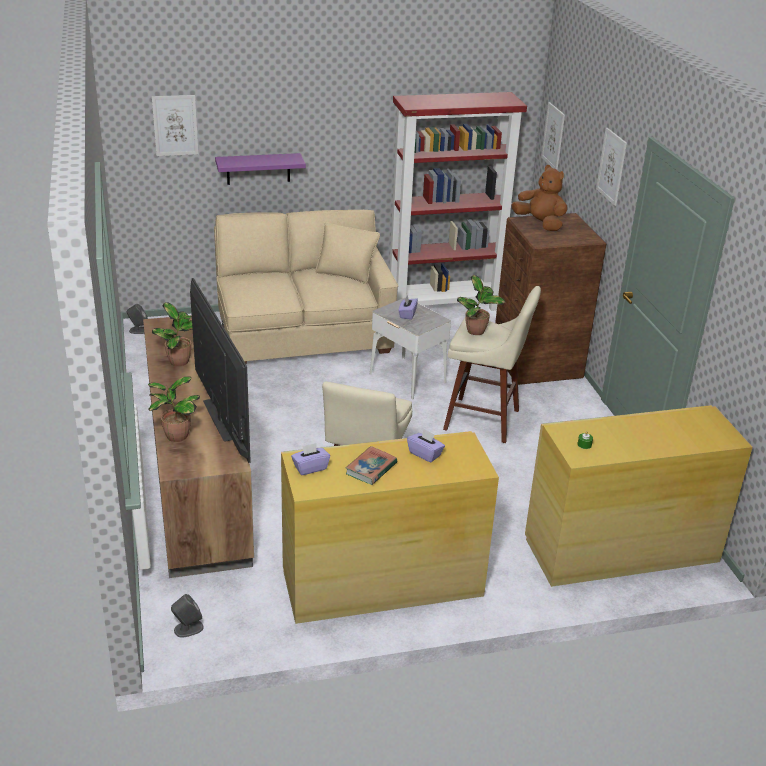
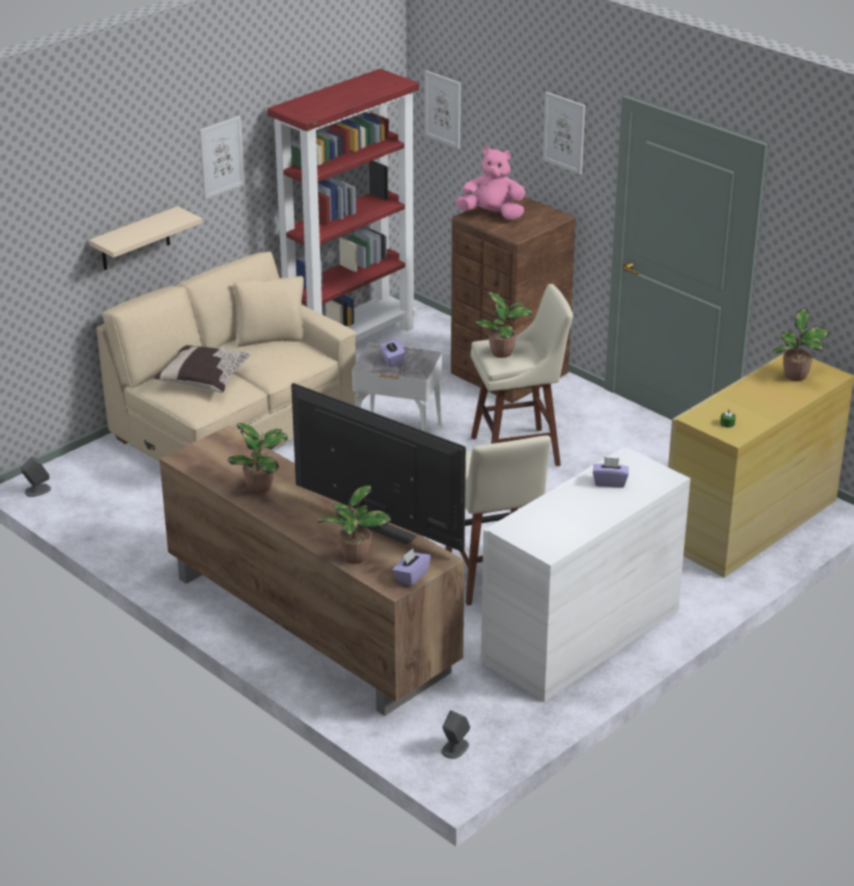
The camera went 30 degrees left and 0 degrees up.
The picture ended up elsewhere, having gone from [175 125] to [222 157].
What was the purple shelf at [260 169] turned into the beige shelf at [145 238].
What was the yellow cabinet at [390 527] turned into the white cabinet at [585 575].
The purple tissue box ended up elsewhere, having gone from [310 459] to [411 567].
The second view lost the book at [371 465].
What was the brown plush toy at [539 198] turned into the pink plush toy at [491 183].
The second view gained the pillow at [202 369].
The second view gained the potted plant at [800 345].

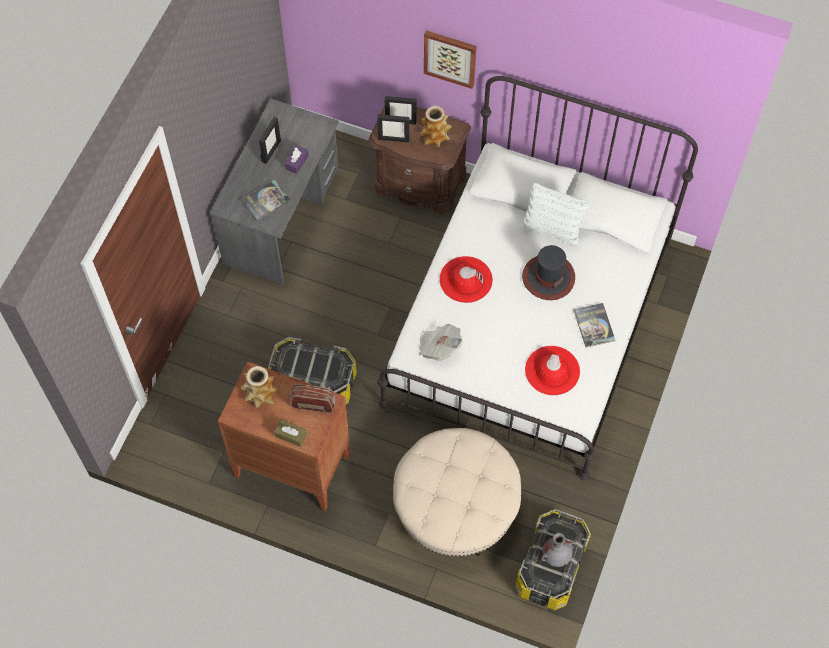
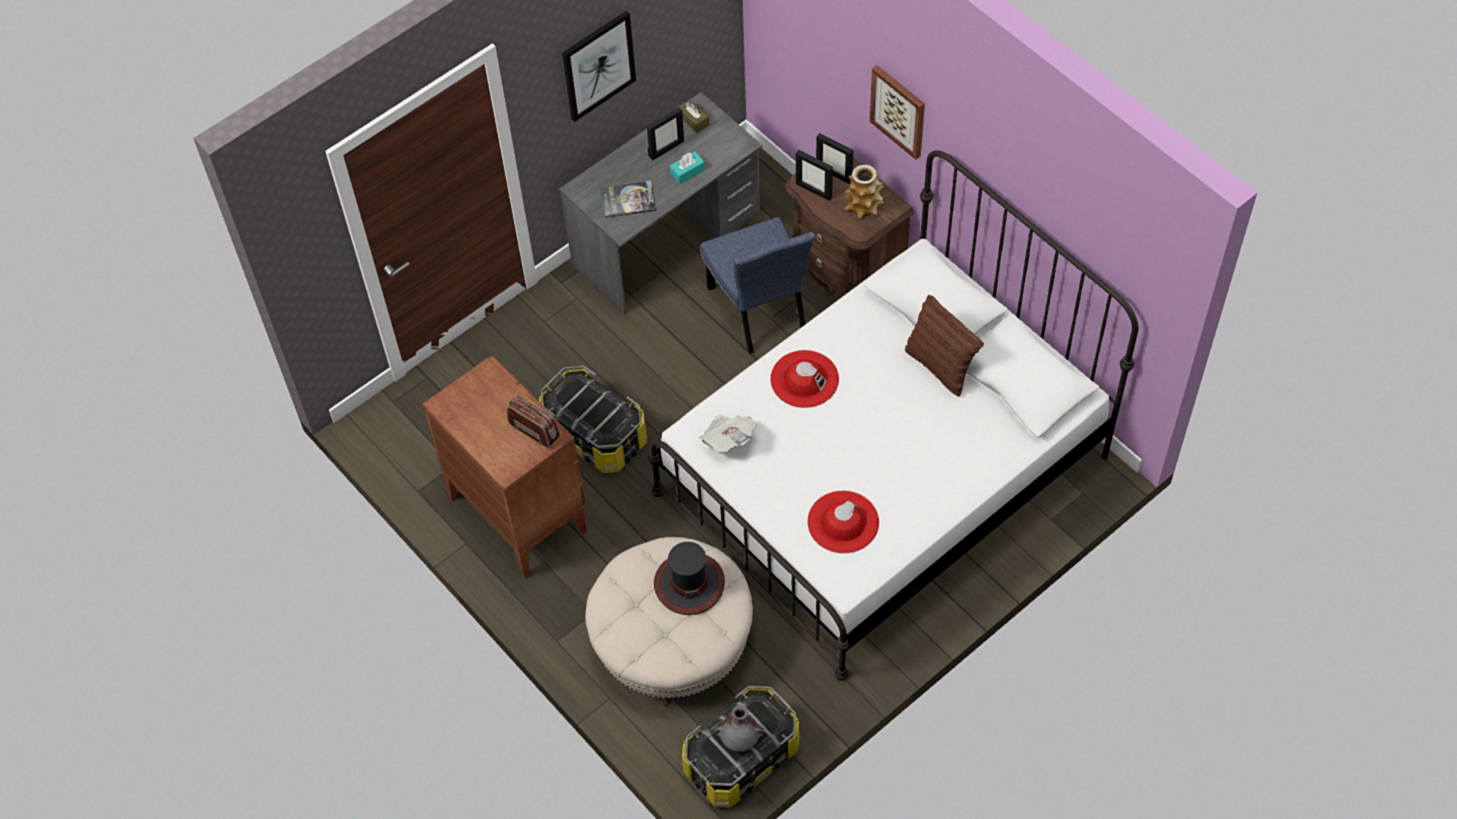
The camera went 30 degrees right and 5 degrees down.
The second view lost the vase at [260 387].
The brown tissue box ended up elsewhere, having gone from [290 433] to [693 116].
What was the purple tissue box at [297 159] turned into the turquoise tissue box at [687 168].
The hat ended up elsewhere, having gone from [548 272] to [689 578].
What was the white pillow at [557 214] turned into the brown pillow at [944 345].
The second view lost the book at [594 325].
The second view gained the picture at [599 66].
The second view gained the blue chair at [758 285].

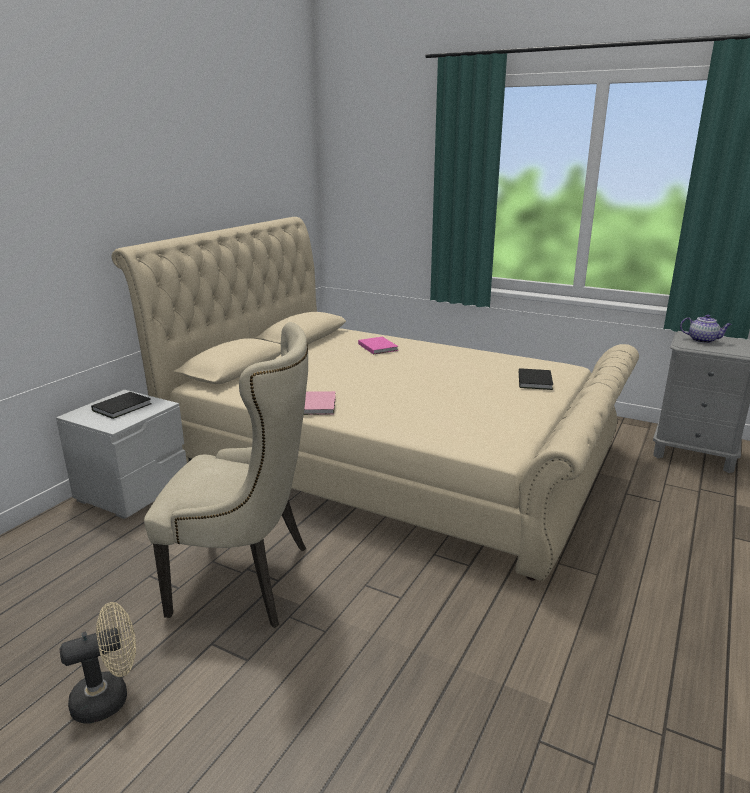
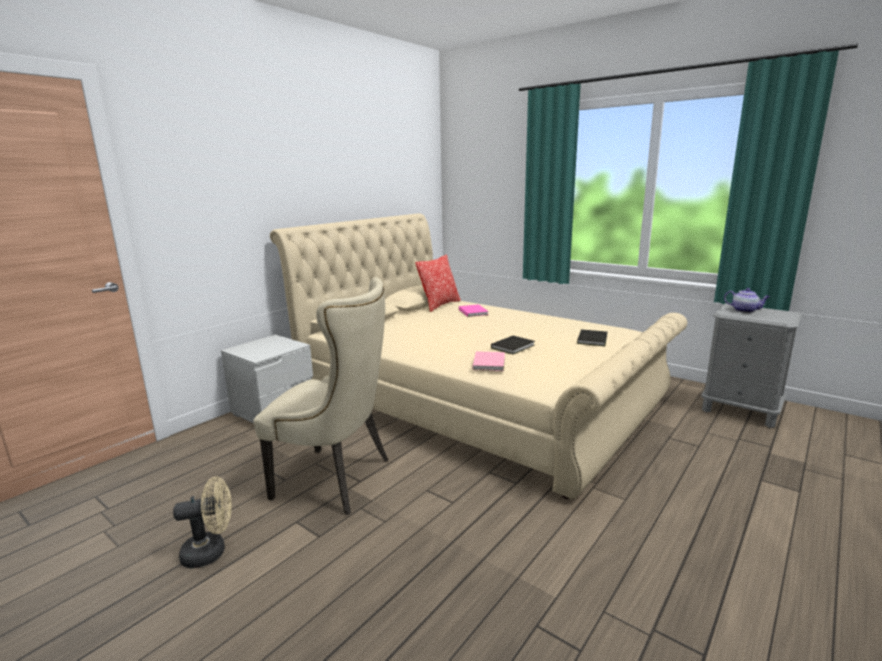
The camera went 10 degrees right and 5 degrees down.
The black book ended up elsewhere, having gone from [121 405] to [513 345].
The pink book ended up elsewhere, having gone from [320 403] to [489 361].
The second view gained the pillow at [438 283].

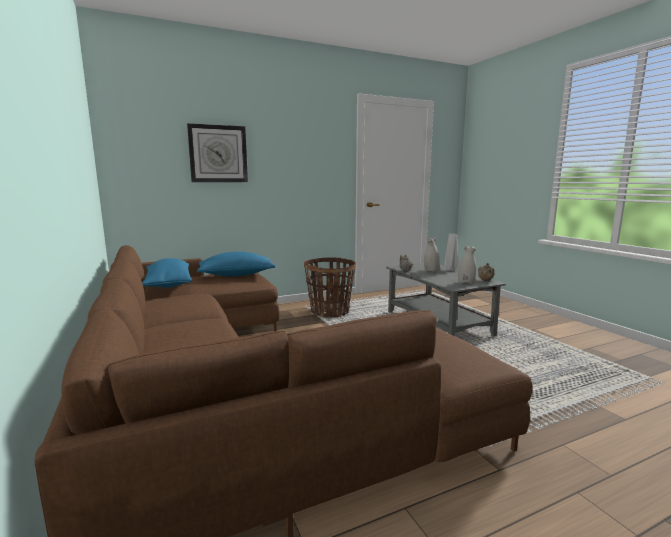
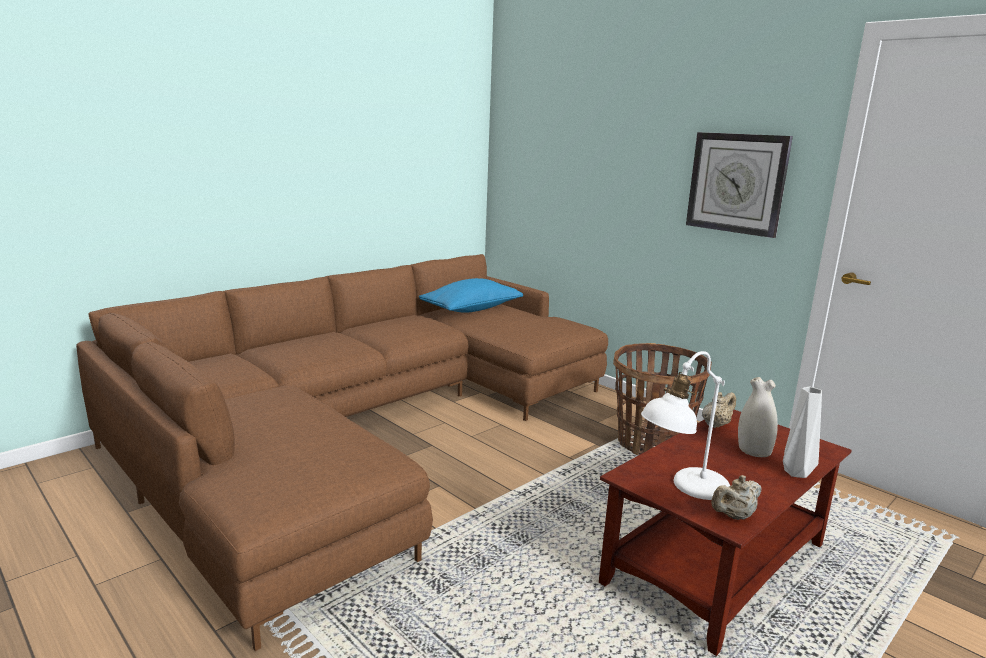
The camera went 70 degrees right and 5 degrees up.
The wall clock ended up elsewhere, having gone from [217 152] to [739 185].
The second view lost the blue pillow at [236 264].
What was the grey coffee table at [446 299] turned into the brown coffee table at [725 533].
Where the white vase stood at [467 265], the white table lamp came to stand at [685 425].

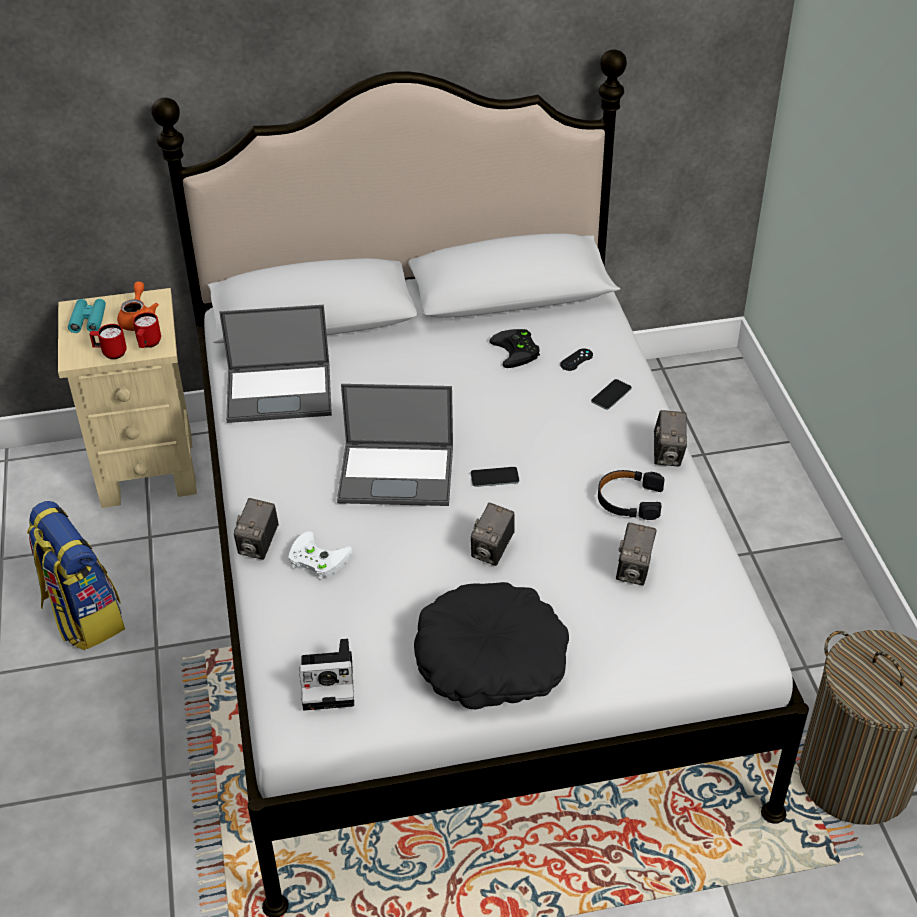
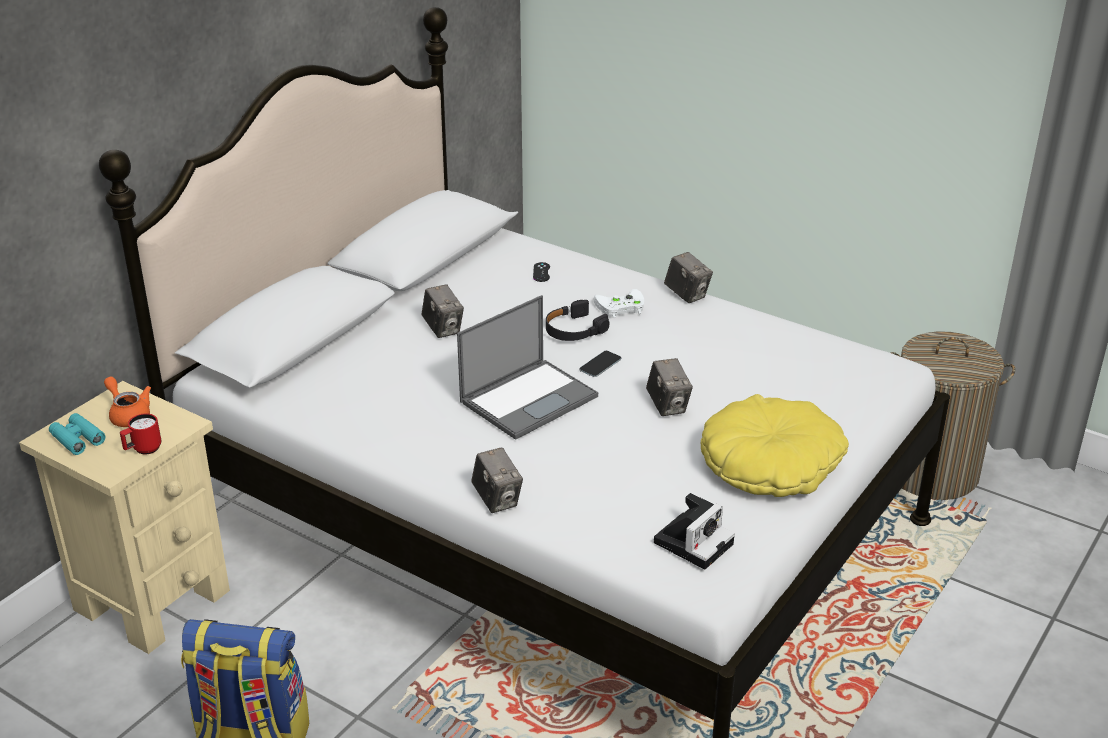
The camera went 45 degrees left and 10 degrees down.
The second view lost the red mug at [147 330].
The second view lost the laptop at [275 364].
The white game controller ended up elsewhere, having gone from [320 555] to [618 303].
What was the black pillow at [491 645] turned into the yellow pillow at [775 445].
The second view lost the black game controller at [514 348].
The second view lost the phone at [611 394].
The black headphones ended up elsewhere, having gone from [631 495] to [577 320].
The photo camera ended up elsewhere, having gone from [636 554] to [442 311].

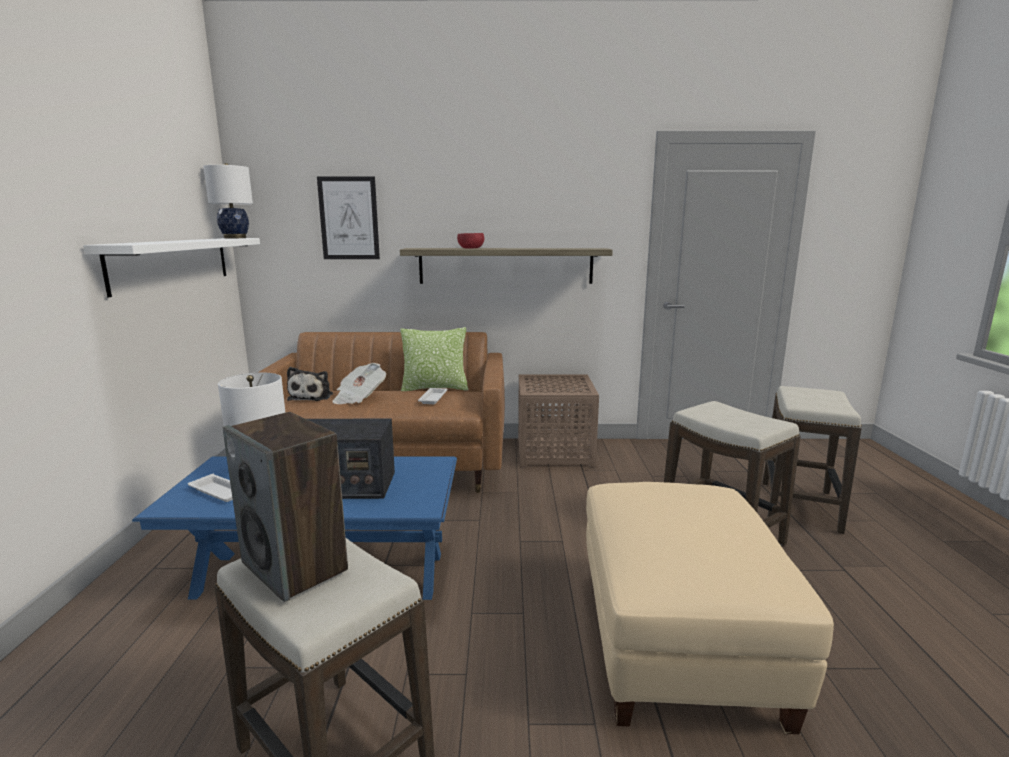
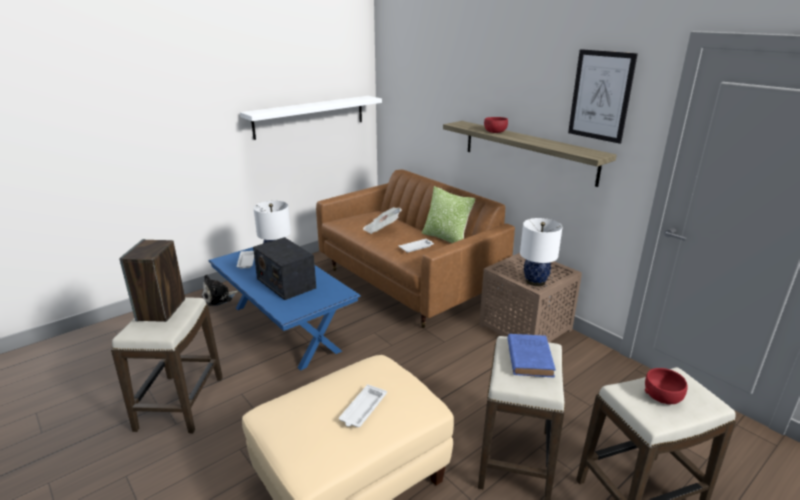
The camera went 50 degrees right and 10 degrees up.
The white table lamp ended up elsewhere, having gone from [228 200] to [541 252].
The plush toy ended up elsewhere, having gone from [310 384] to [220 290].
The picture ended up elsewhere, having gone from [348 217] to [603 96].
The second view gained the white tray at [363 405].
The second view gained the blue book at [532 355].
The second view gained the red bowl at [666 386].

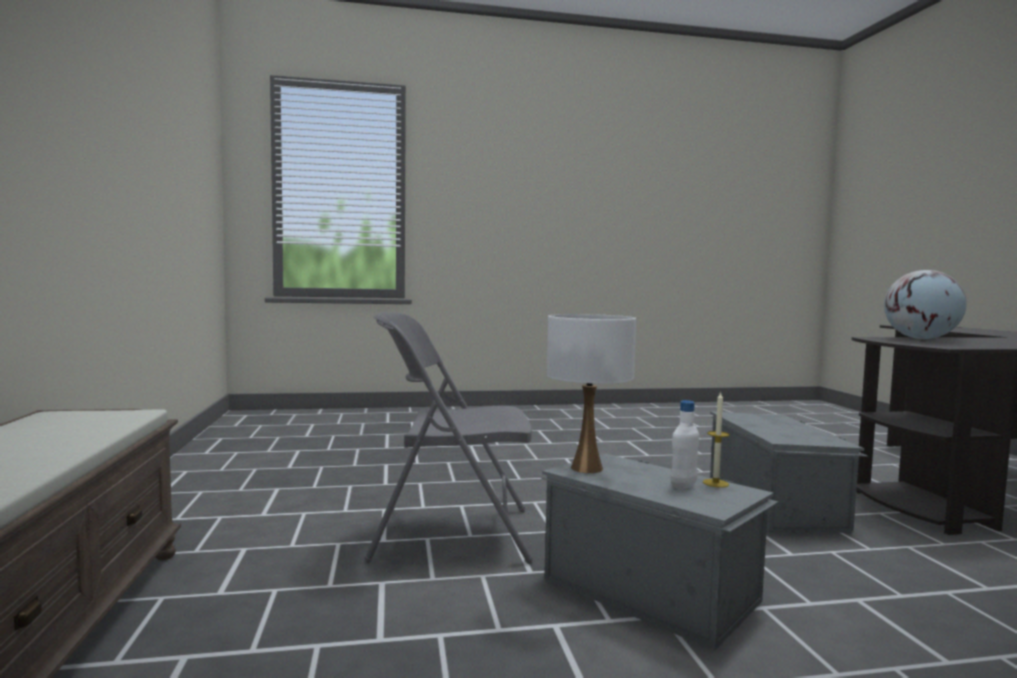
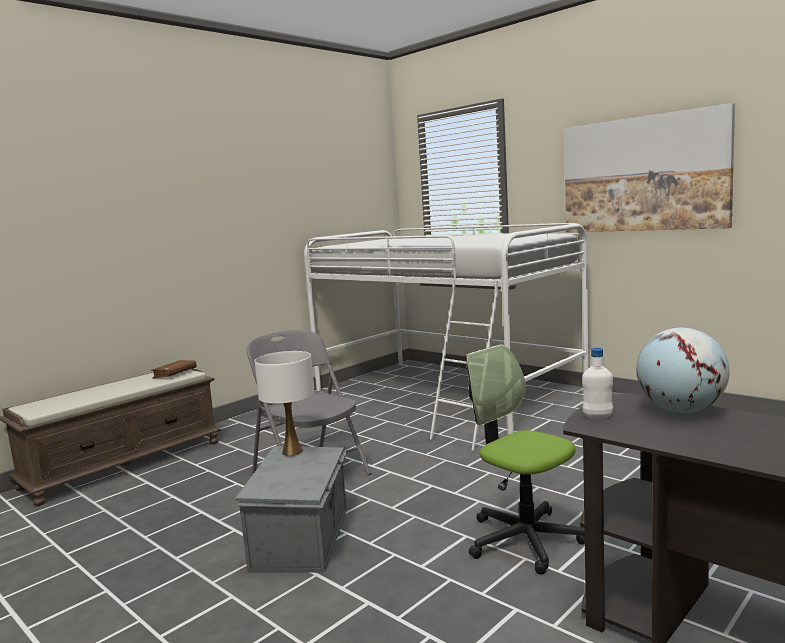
The camera went 55 degrees right and 5 degrees up.
The white bottle ended up elsewhere, having gone from [684 444] to [597 383].
The second view lost the candle at [716 439].
Where the grey storage box stood at [789 472], the office chair came to stand at [525 459].
The second view gained the brown book at [173 369].
The second view gained the white bed at [446 337].
The second view gained the picture at [649 167].

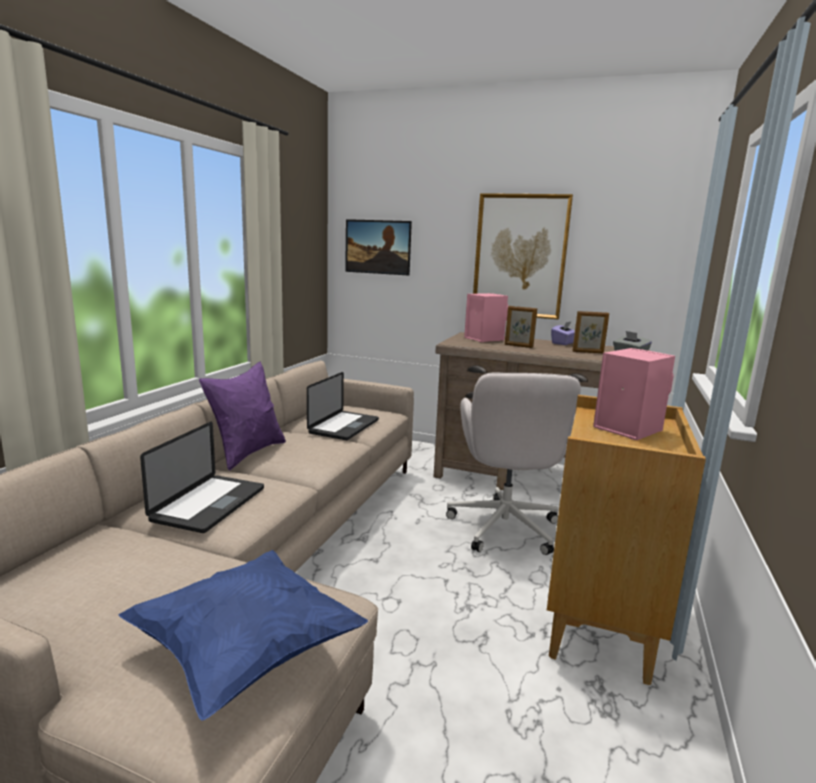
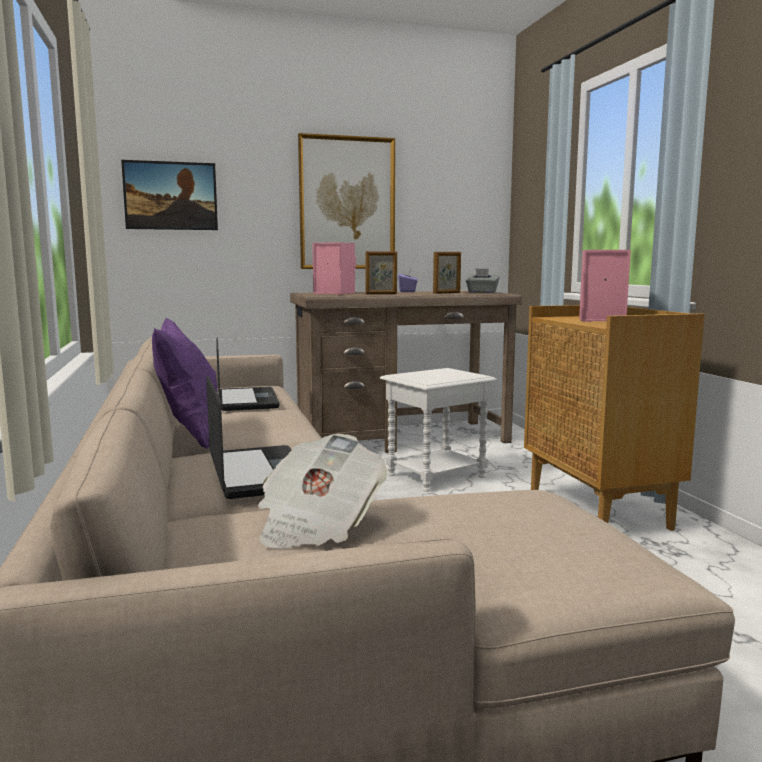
The camera went 35 degrees left and 5 degrees down.
The second view lost the blue pillow at [243 635].
Where the white office chair stood at [513 463], the white side table came to stand at [438 430].
The second view gained the newspaper at [322 491].

